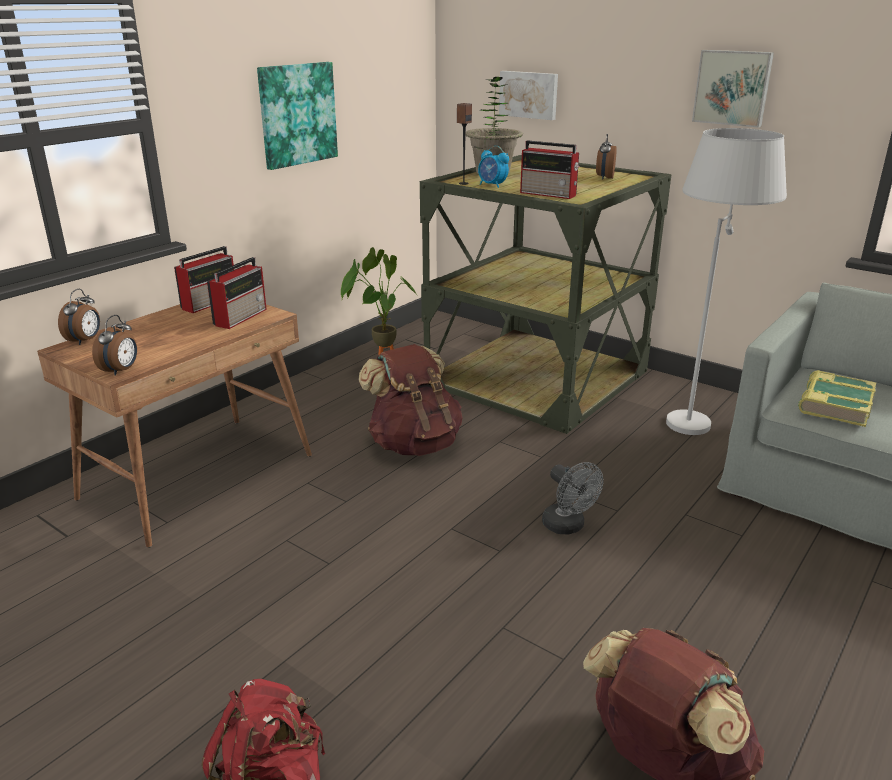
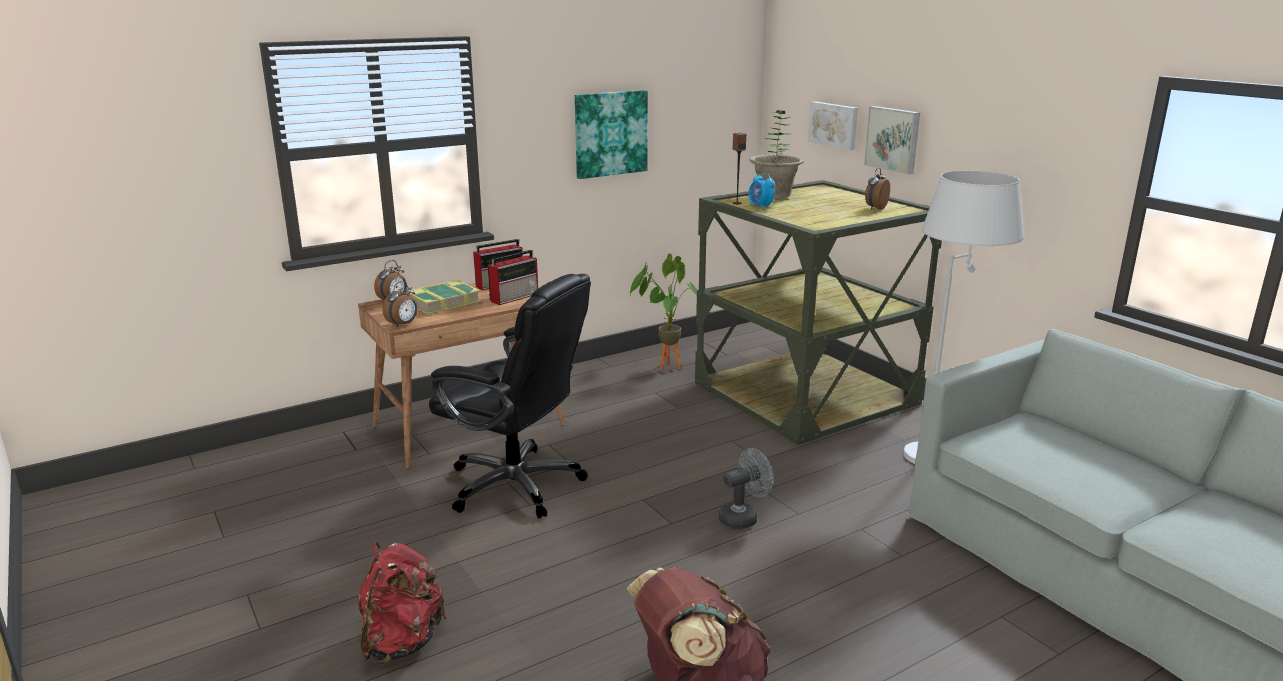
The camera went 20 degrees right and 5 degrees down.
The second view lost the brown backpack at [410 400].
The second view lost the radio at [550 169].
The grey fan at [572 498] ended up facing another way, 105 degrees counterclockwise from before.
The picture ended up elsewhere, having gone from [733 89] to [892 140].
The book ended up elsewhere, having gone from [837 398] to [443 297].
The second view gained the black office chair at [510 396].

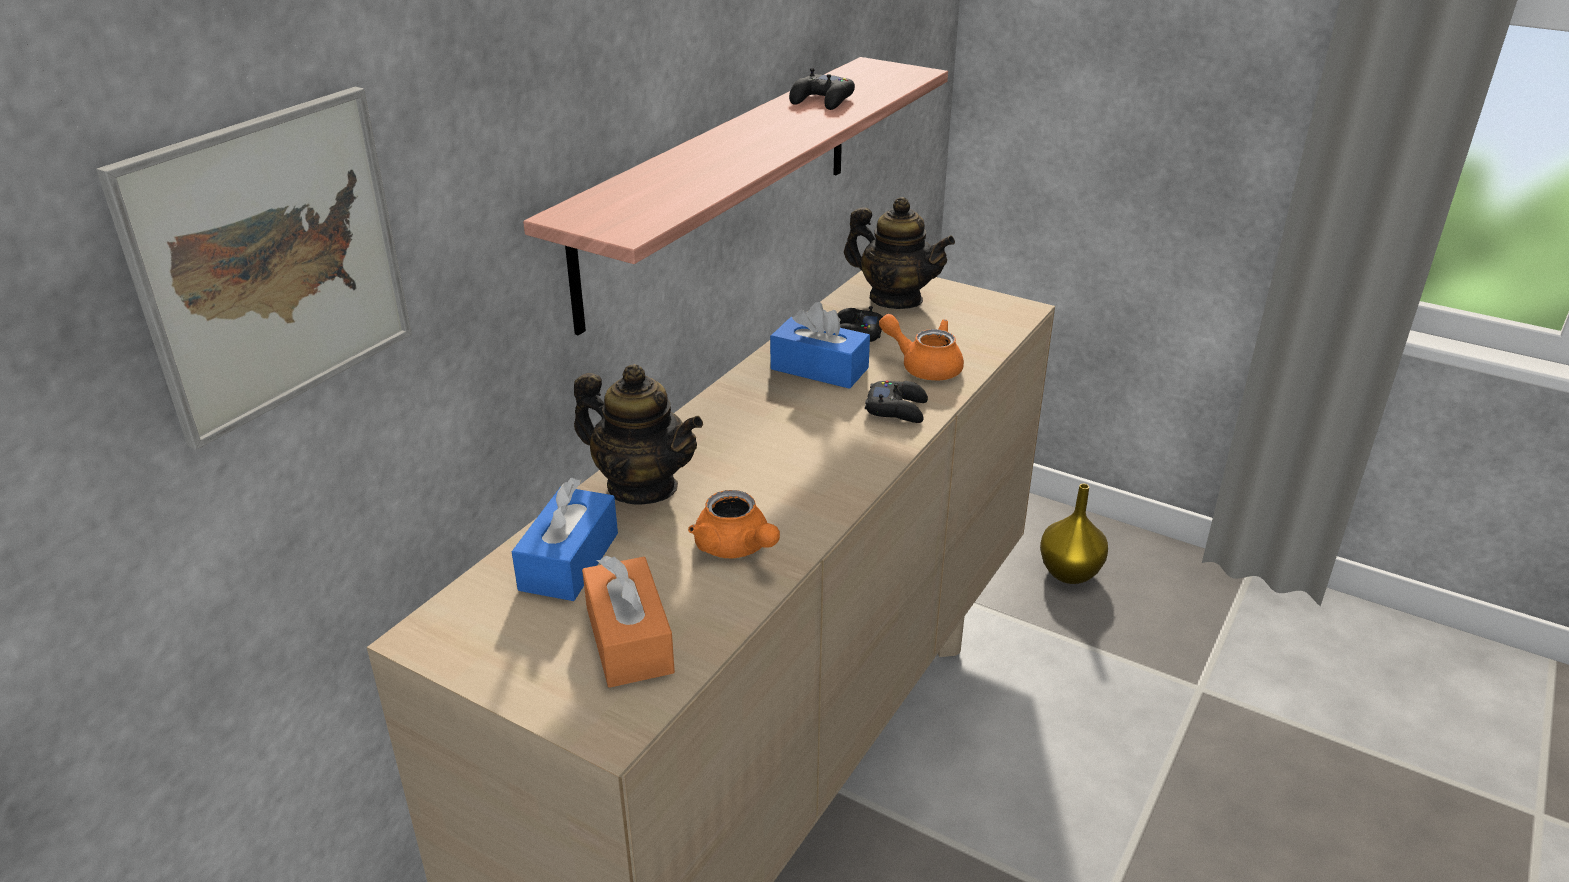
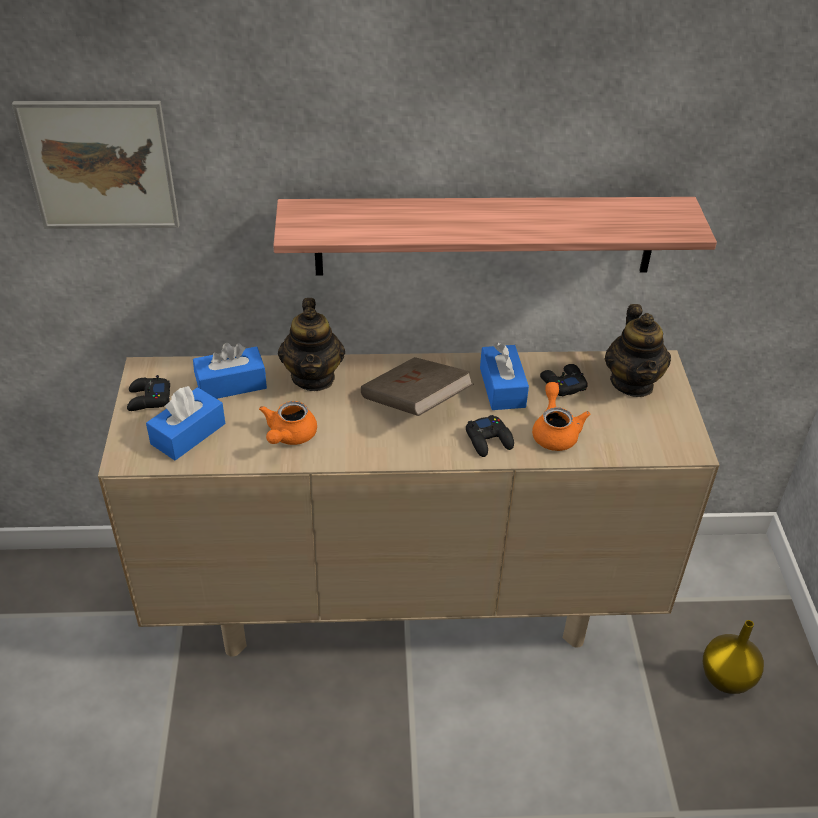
The camera went 55 degrees right and 10 degrees up.
What was the orange tissue box at [628 622] turned into the blue tissue box at [185 423].
The black game controller ended up elsewhere, having gone from [822 89] to [148 393].
The second view gained the brown book at [417 386].

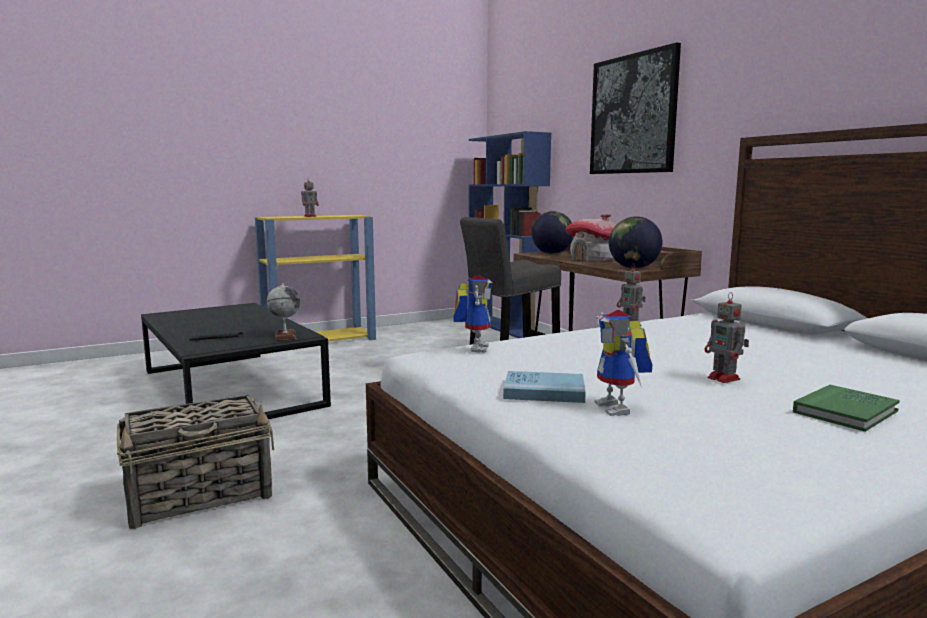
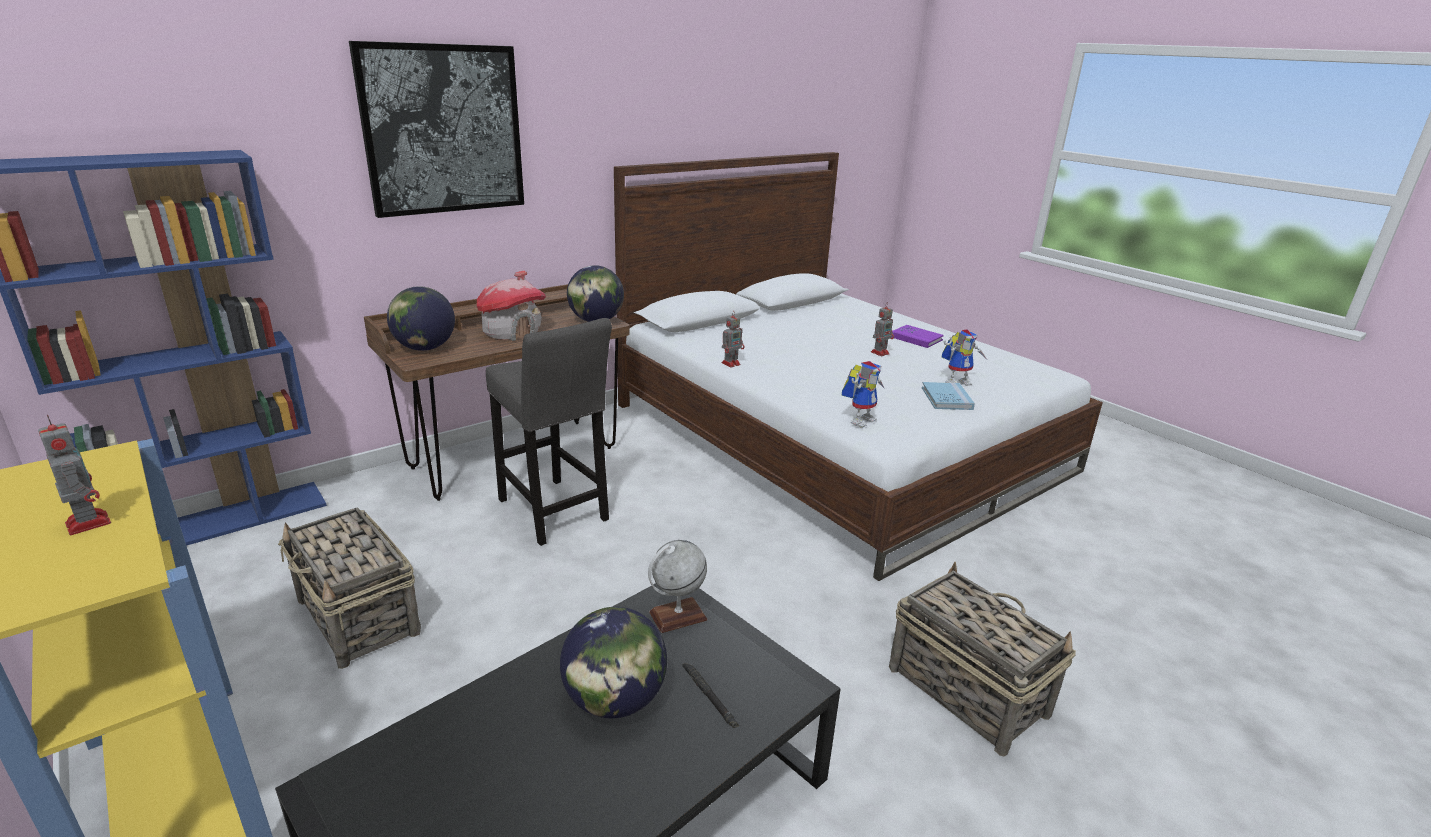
The camera went 100 degrees left and 15 degrees up.
The toy robot at [473 314] ended up facing another way, 135 degrees clockwise from before.
What was the green book at [846 408] turned into the purple book at [918 336].
The second view gained the basket at [349 588].
The second view gained the globe at [613 662].

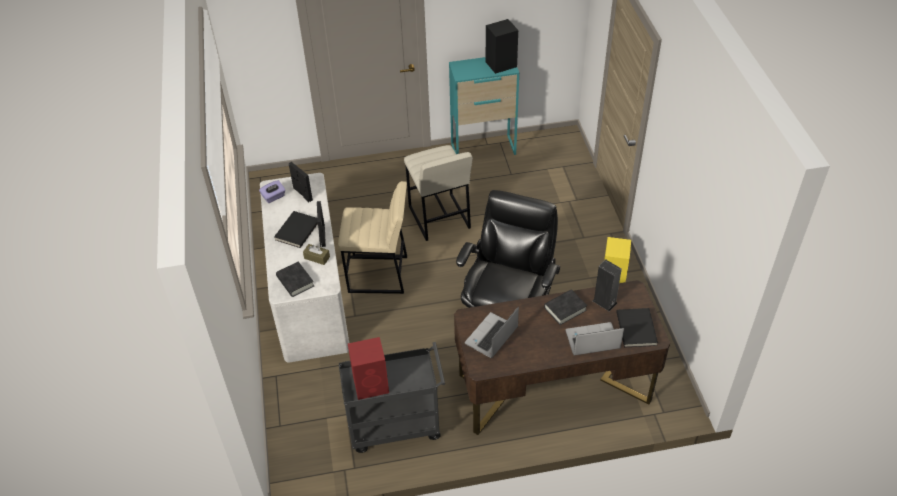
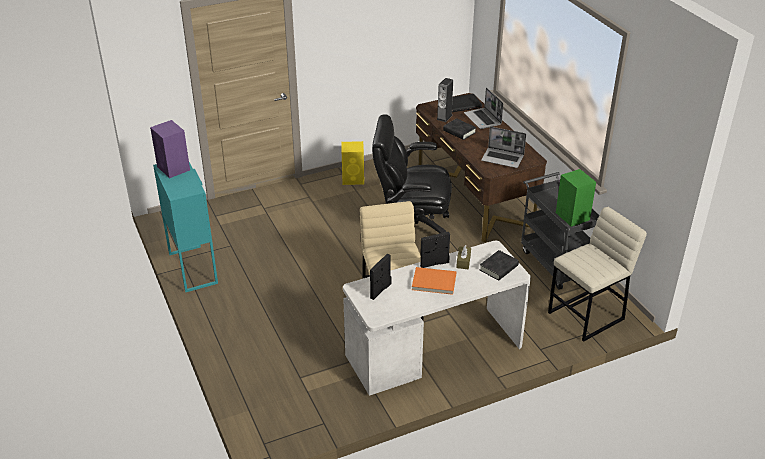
The camera went 105 degrees left and 10 degrees down.
The second view lost the purple tissue box at [272 191].
What was the black book at [296 229] turned into the orange book at [434 281].
What was the red speaker at [368 368] turned into the green speaker at [576 198].
The beige chair ended up elsewhere, having gone from [438 193] to [597 274].
What was the black speaker at [502 46] turned into the purple speaker at [170 149].

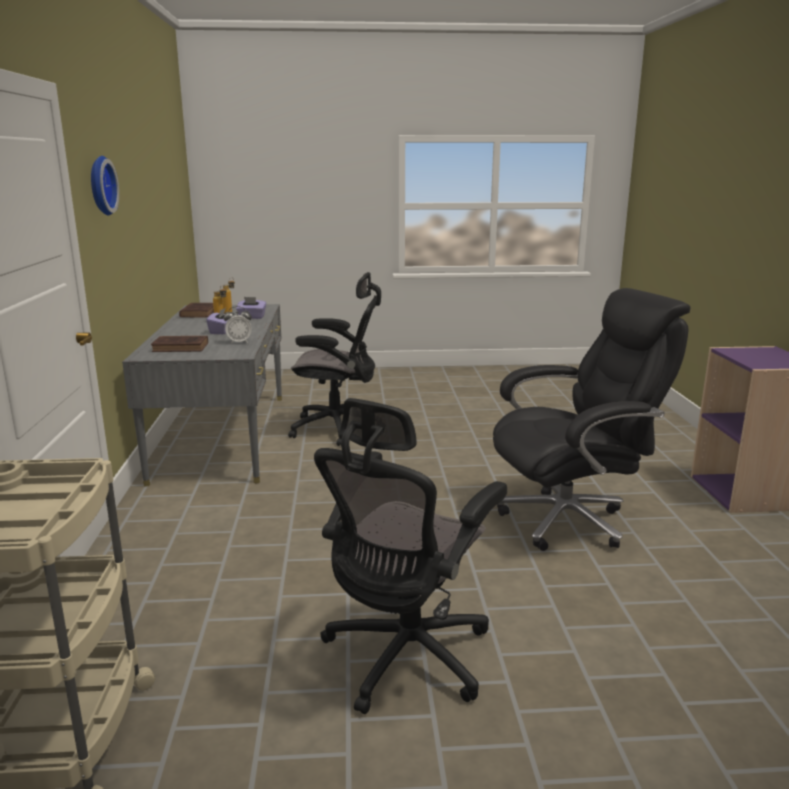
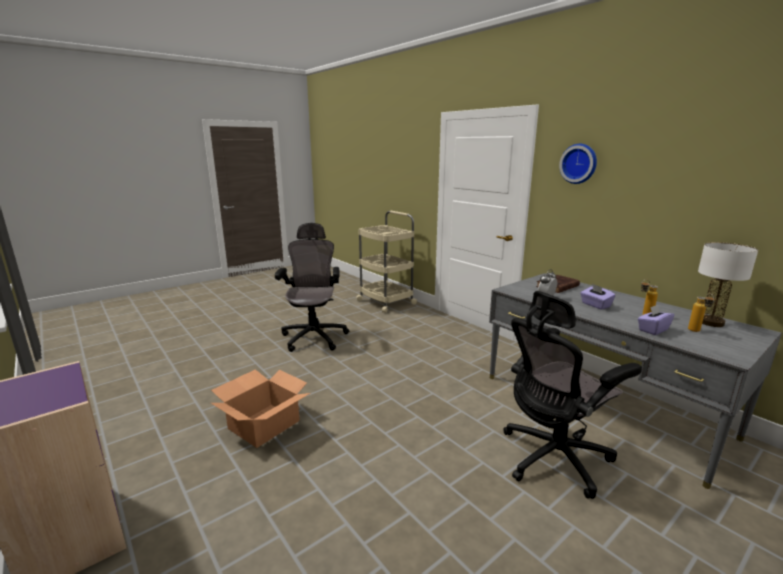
The camera went 145 degrees right and 0 degrees up.
Where the brown book stood at [196 310], the table lamp came to stand at [728 284].
Where the black office chair stood at [591 419], the cardboard box came to stand at [260 408].

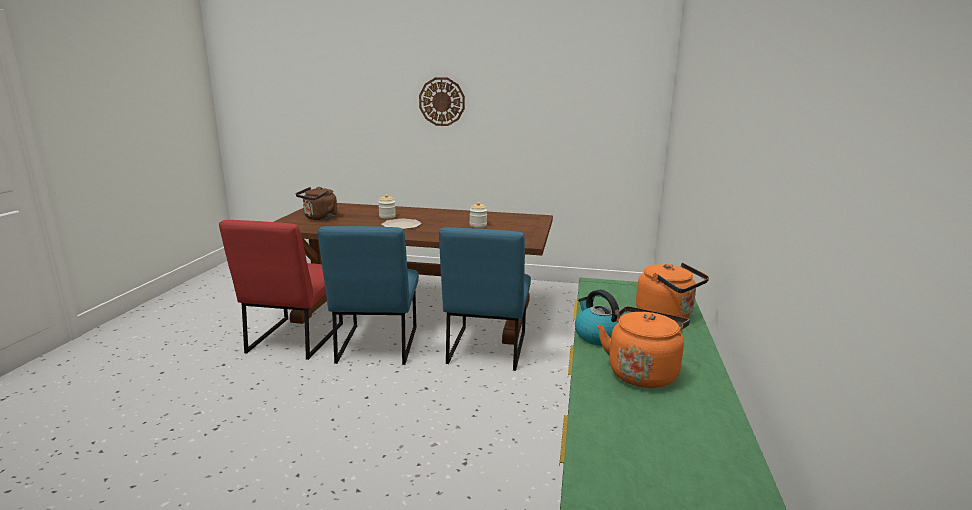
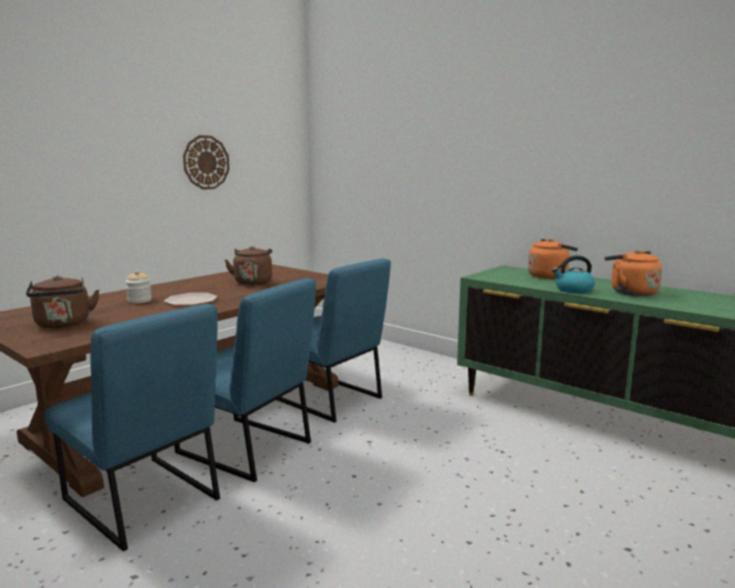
The camera went 60 degrees left and 5 degrees down.
What was the red chair at [281 290] turned into the blue chair at [132 427].
The wall clock ended up elsewhere, having gone from [442 101] to [206 162].
Where the jar stood at [478 214], the brown kettle came to stand at [248 265].

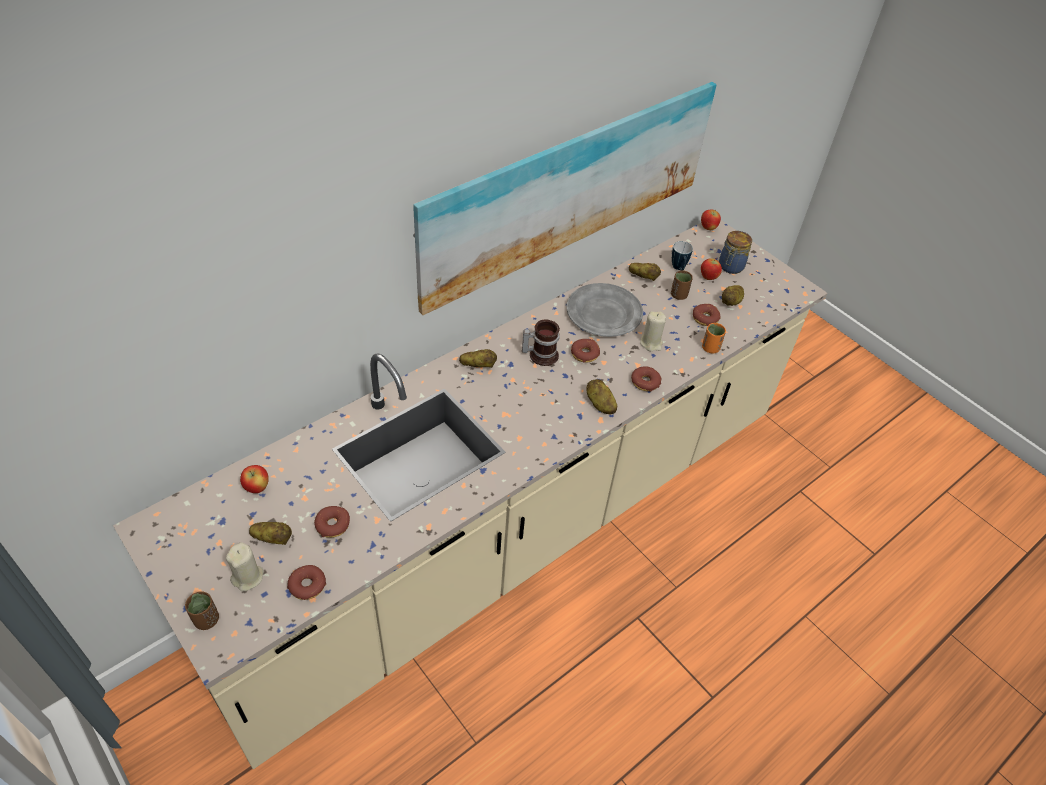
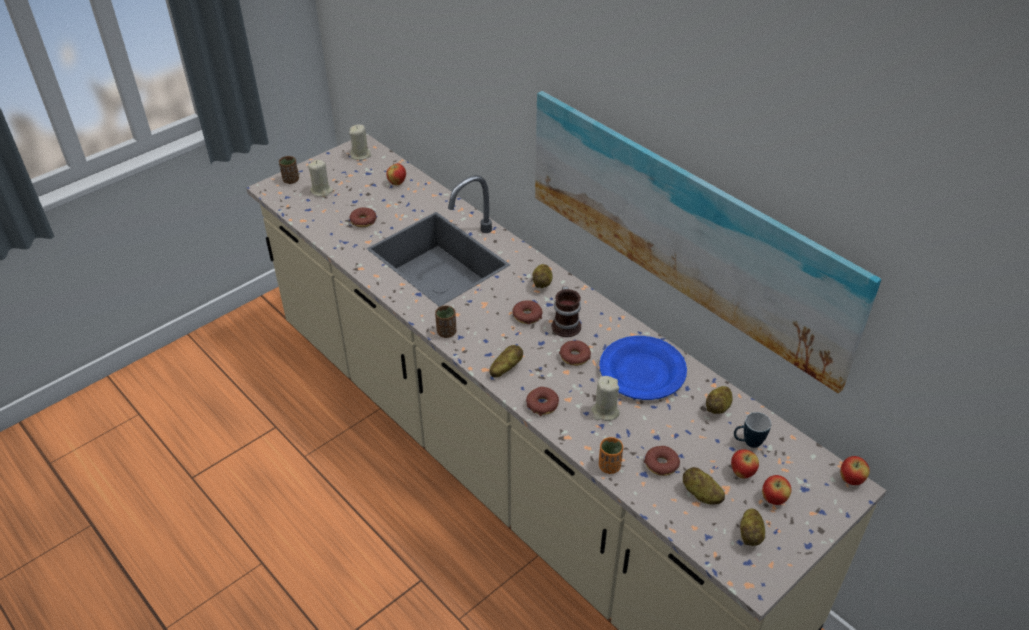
The camera went 90 degrees right and 5 degrees down.
The potato ended up elsewhere, having gone from [270 533] to [752 527].
The donut ended up elsewhere, having gone from [306 582] to [527 312].
What was the grey plate at [604 310] turned into the blue plate at [643 368].
The brown cup ended up elsewhere, having gone from [682 285] to [446 321].
Where the jar stood at [735 252], the apple came to stand at [776 490].
The second view gained the beige candle at [360 142].

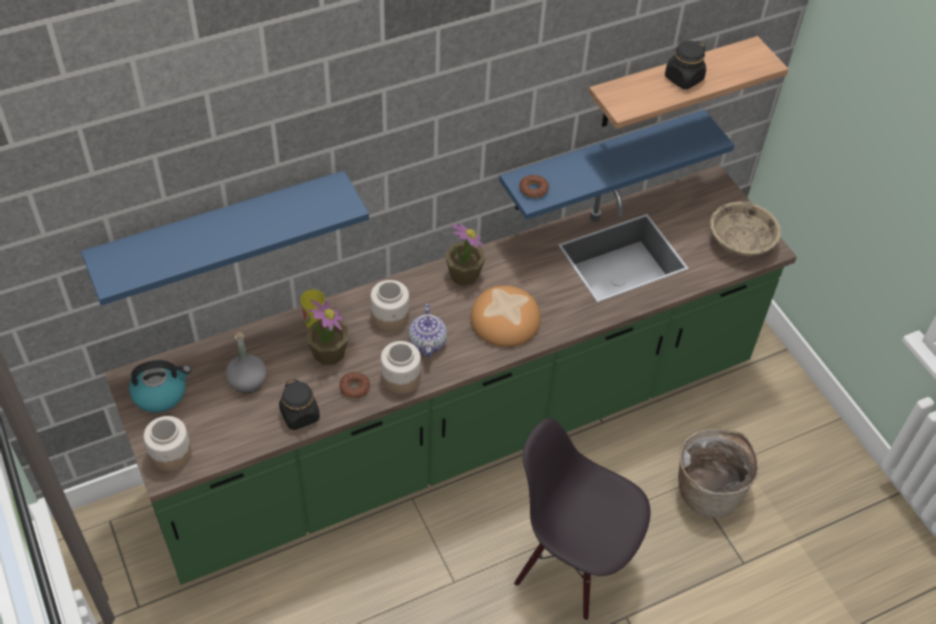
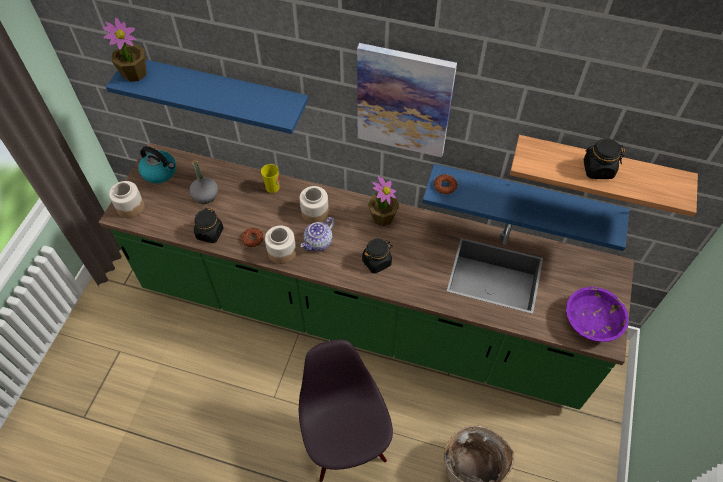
The camera went 45 degrees right and 5 degrees up.
The potted plant ended up elsewhere, having gone from [327 332] to [124 50].
Where the bread stood at [505 316], the black jar came to stand at [377 255].
What was the beige bowl at [745 229] turned into the purple bowl at [597 314].
The second view gained the picture at [407 100].

